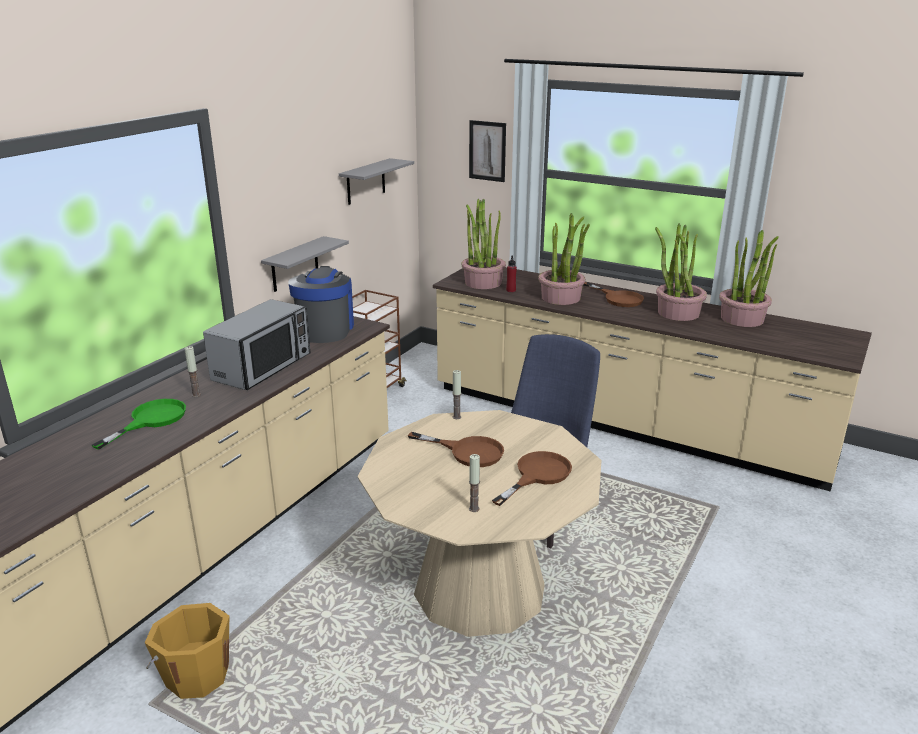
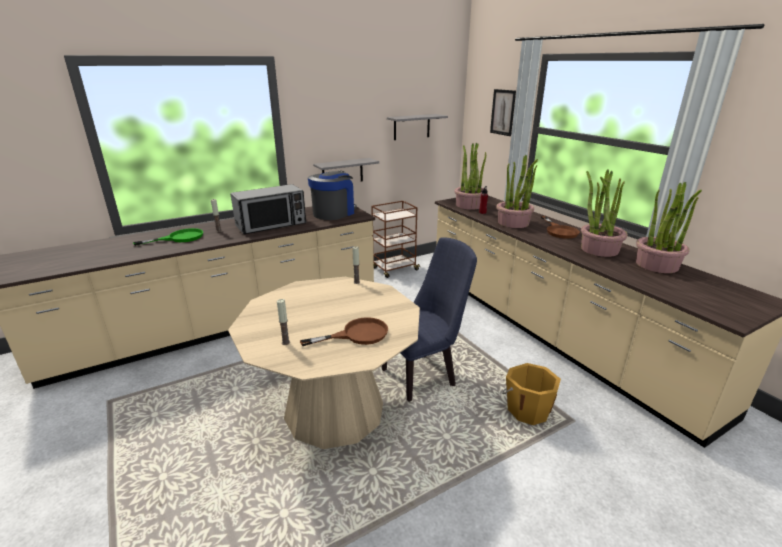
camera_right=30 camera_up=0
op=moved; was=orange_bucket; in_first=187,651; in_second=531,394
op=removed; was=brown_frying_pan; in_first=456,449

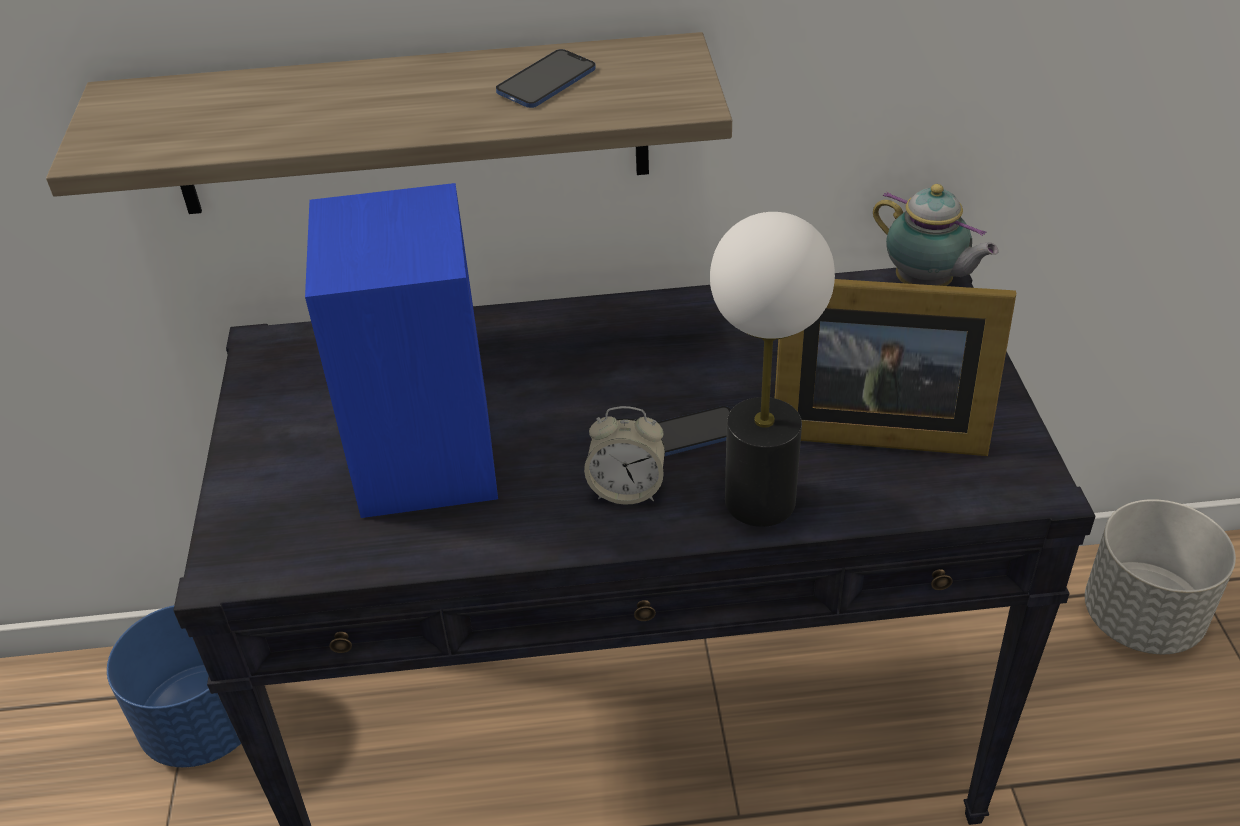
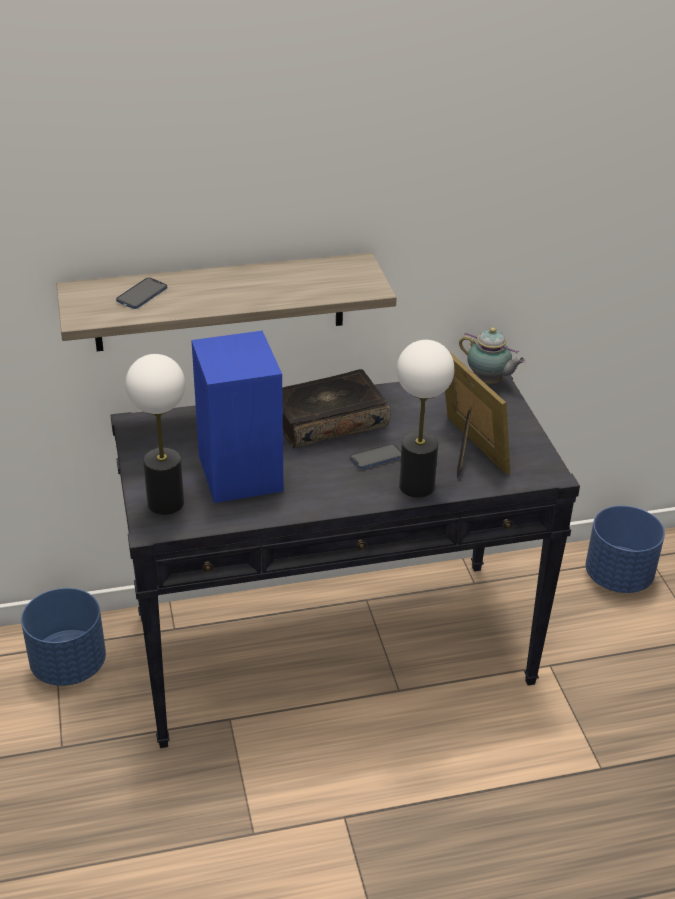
camera_right=-10 camera_up=-5
op=moved; was=phone; in_first=545,78; in_second=141,293
op=removed; was=alarm_clock; in_first=624,455
op=turned; was=picture_frame; in_first=895,367; in_second=477,414; clockwise=-120
op=recoloured; was=grey_planter; now=blue_planter; in_first=1160,576; in_second=625,549
op=added; now=table_lamp; in_second=155,434
op=added; now=book; in_second=336,408

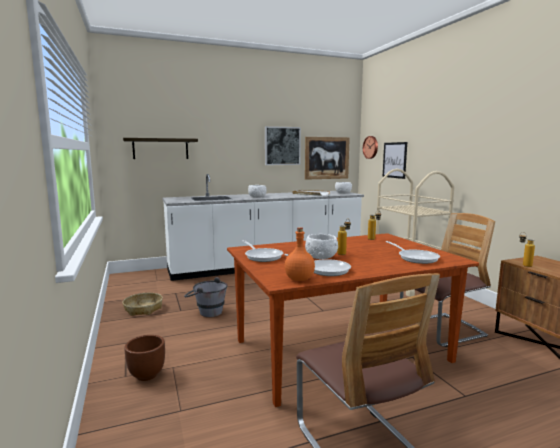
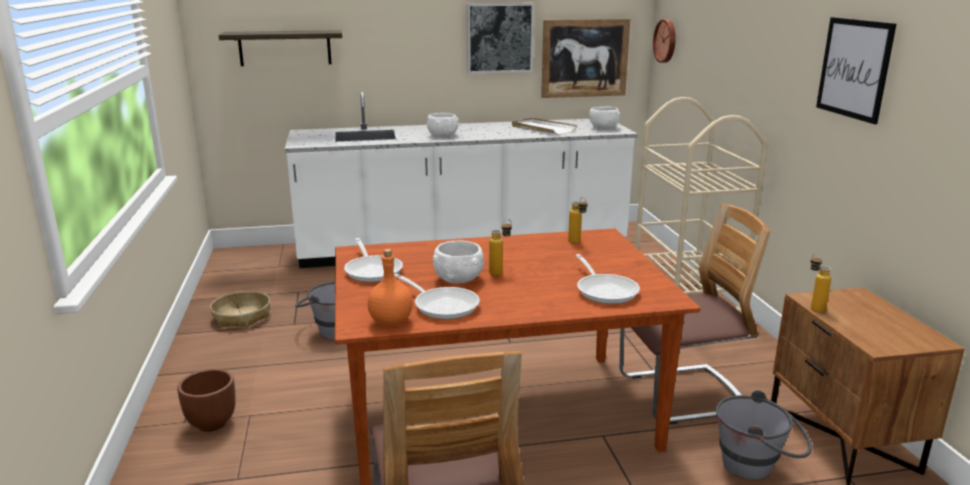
camera_right=10 camera_up=10
op=moved; was=picture; in_first=395,160; in_second=856,70
op=added; now=grey_bucket; in_second=764,435

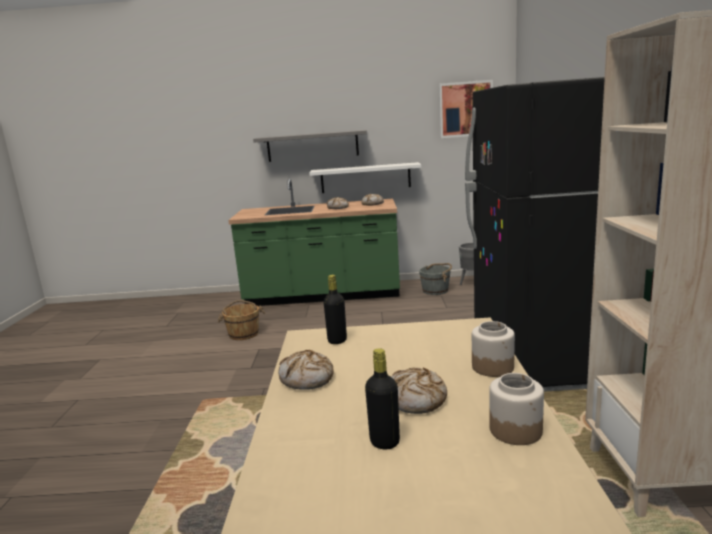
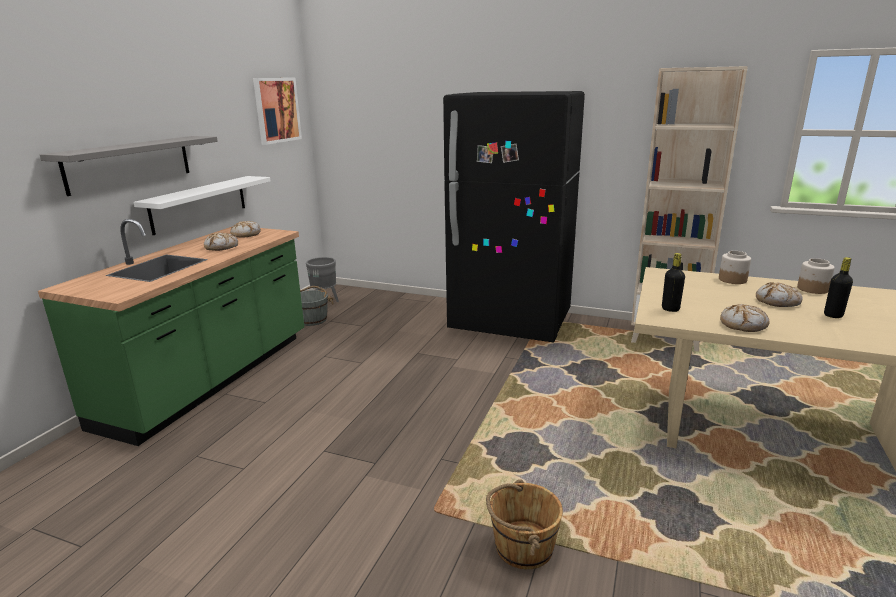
camera_right=-70 camera_up=5
op=moved; was=brown_bucket; in_first=241,320; in_second=524,524

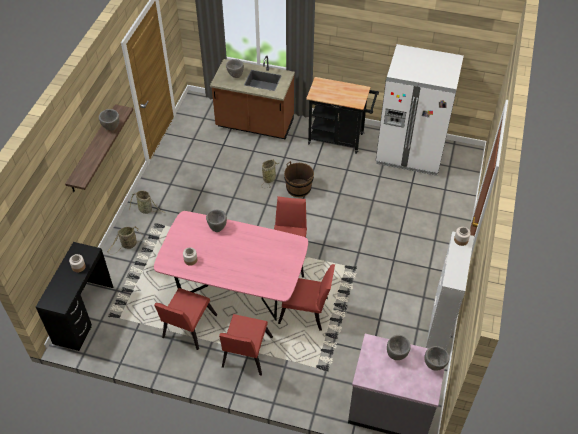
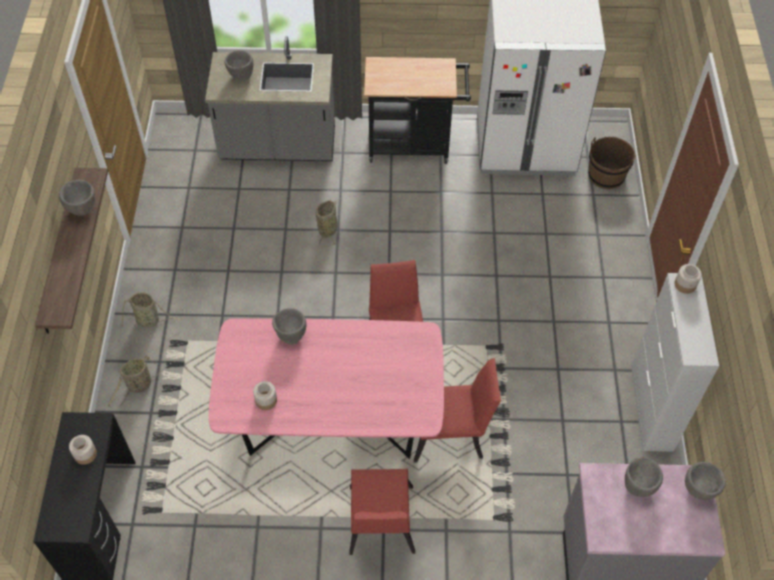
camera_right=-15 camera_up=5
op=removed; was=red_chair; in_first=185,319
op=recoloured; was=brown_counter; now=grey_counter; in_first=252,97; in_second=270,98
op=moved; was=brown_bucket; in_first=299,179; in_second=612,163

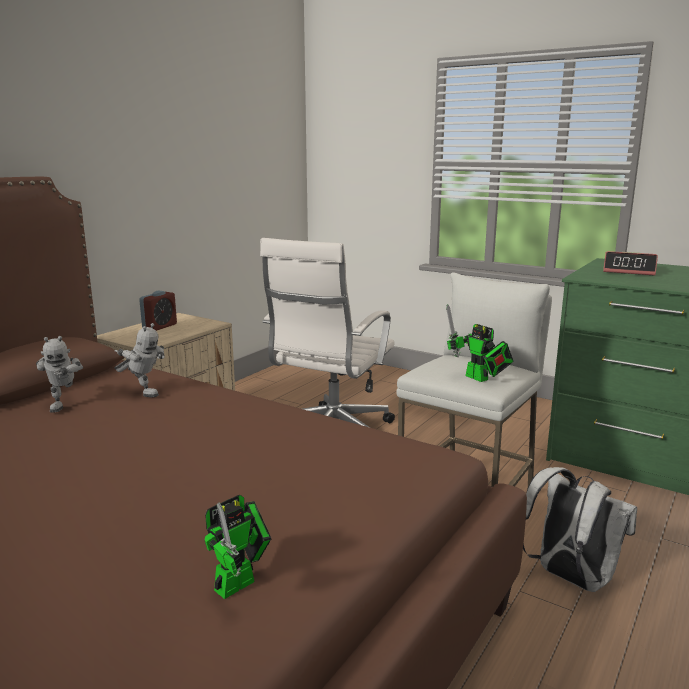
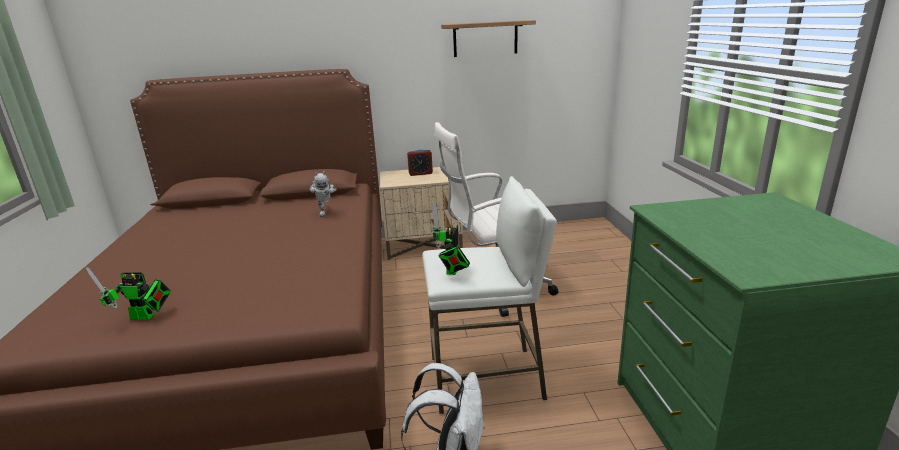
camera_right=50 camera_up=5
op=removed; was=toy_robot; in_first=59,374
op=removed; was=alarm_clock; in_first=630,263
op=added; now=shelf; in_second=488,38

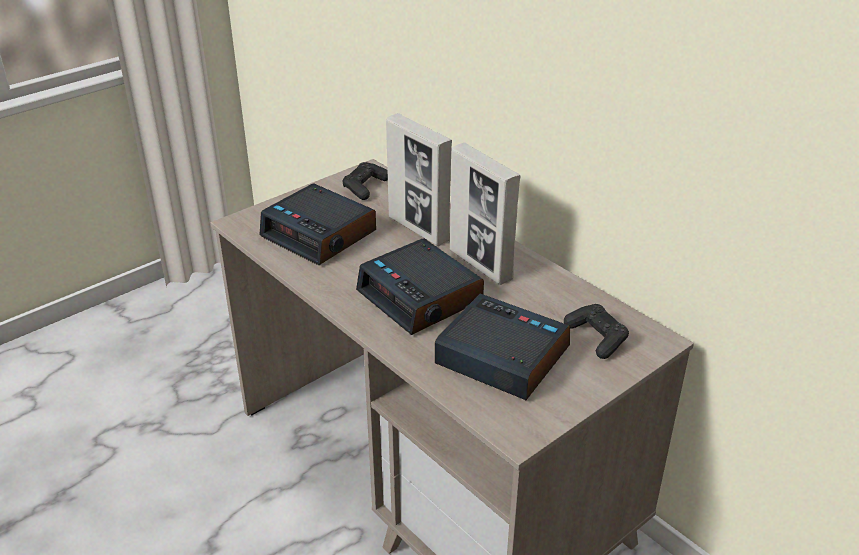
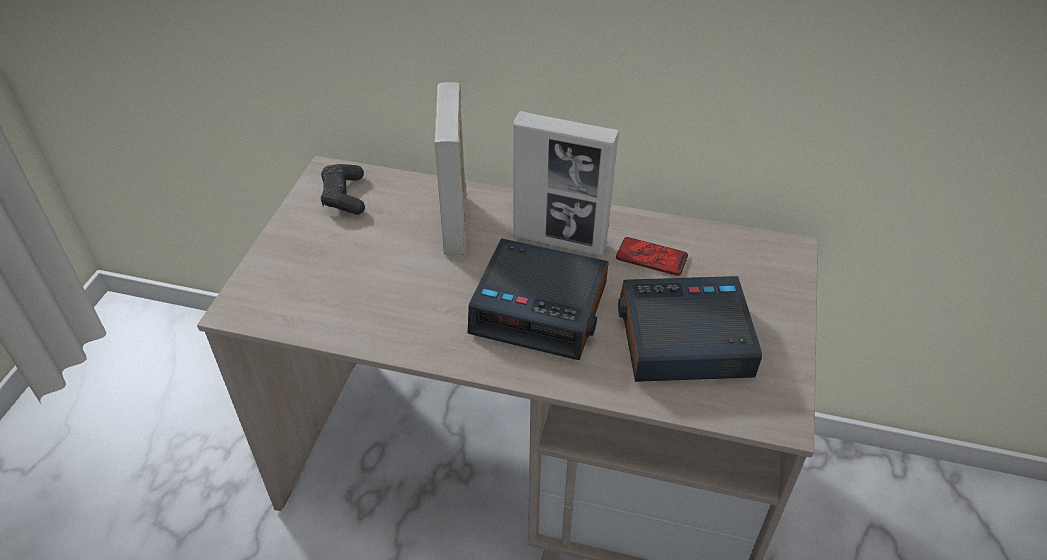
camera_right=-35 camera_up=10
op=removed; was=alarm_clock; in_first=318,224
op=turned; was=picture_frame; in_first=419,179; in_second=451,169; clockwise=75
op=removed; was=black_game_controller; in_first=596,331
op=added; now=phone; in_second=652,256

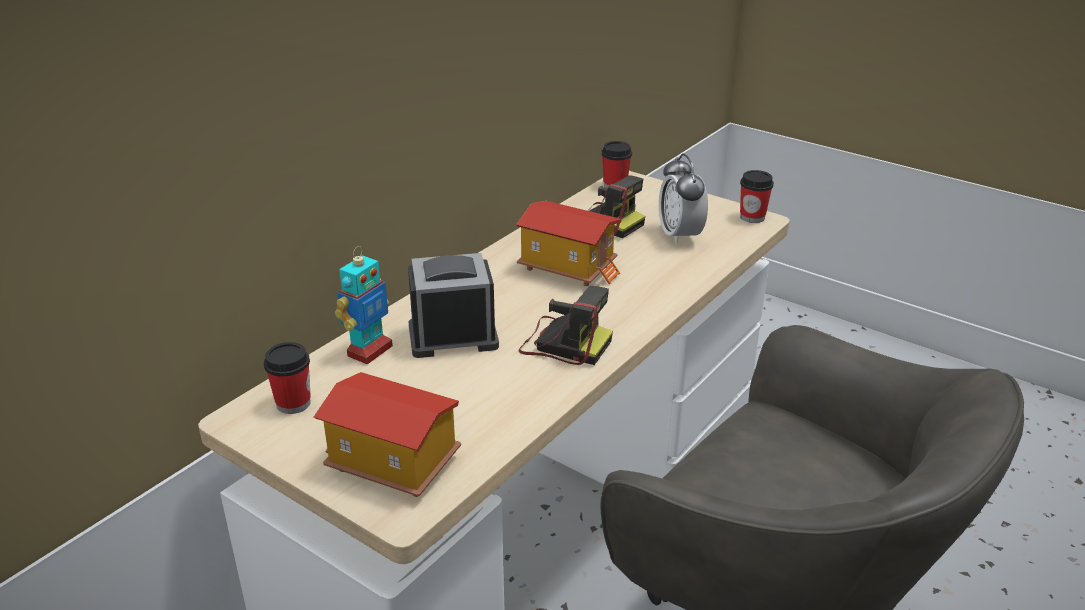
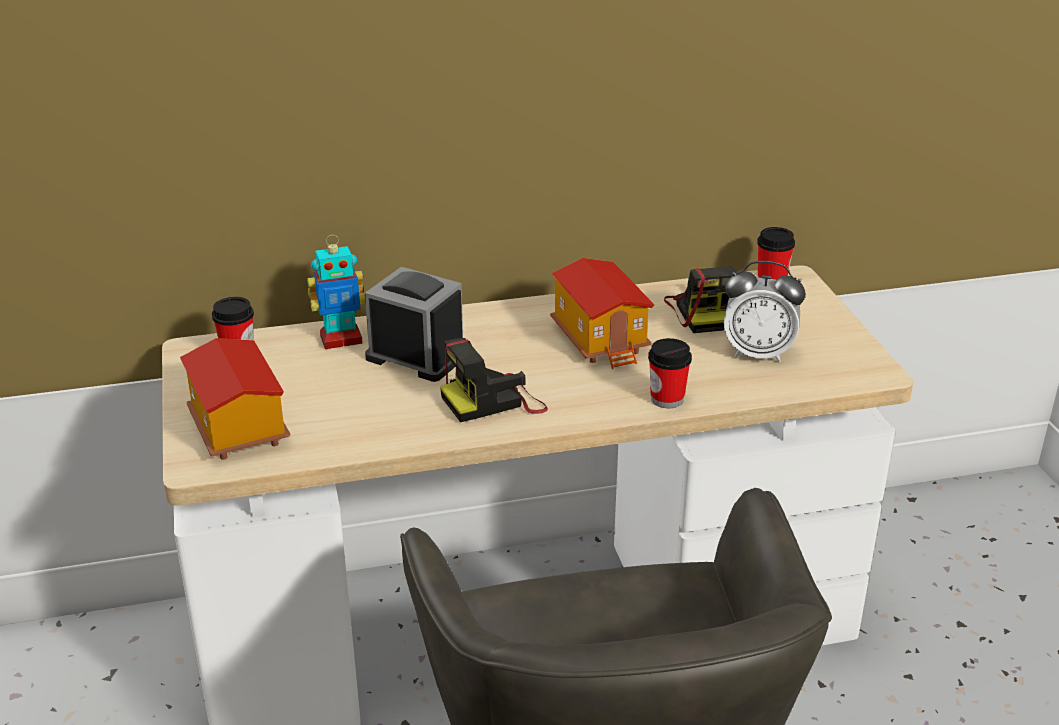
camera_right=40 camera_up=0
op=turned; was=photo_camera; in_first=566,325; in_second=494,380; clockwise=90
op=turned; was=alarm_clock; in_first=683,199; in_second=765,312; clockwise=-105
op=moved; was=cup; in_first=757,196; in_second=670,373

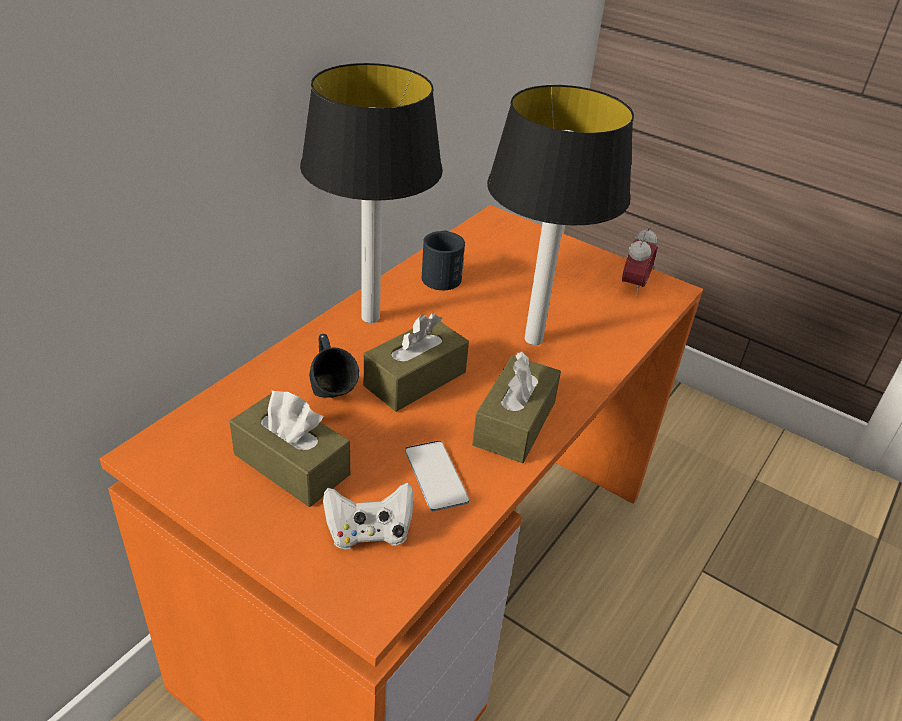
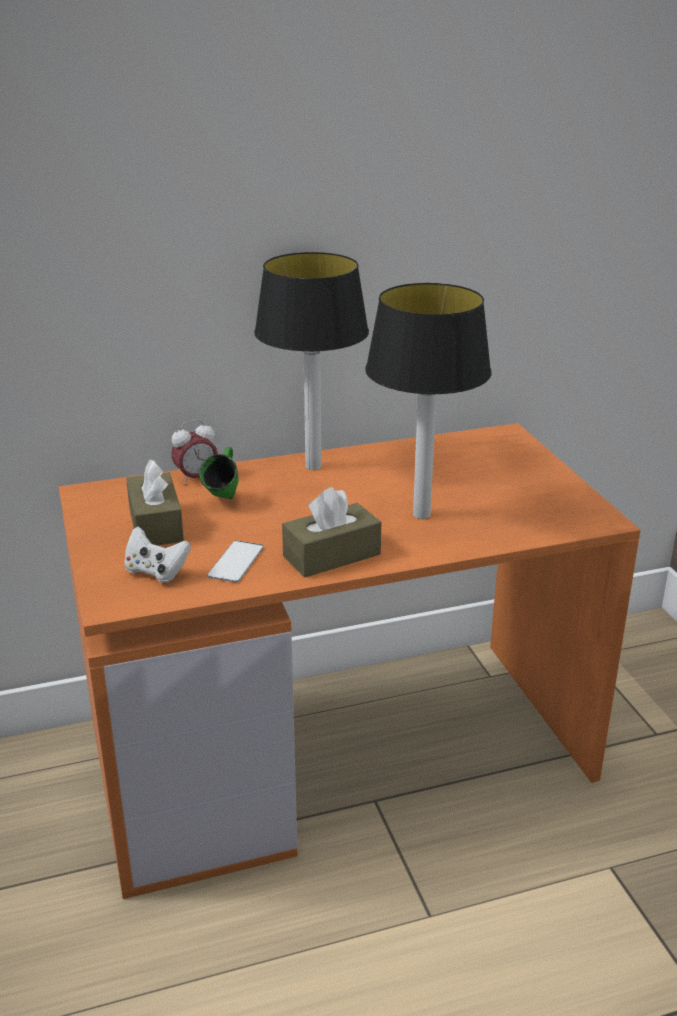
camera_right=40 camera_up=-10
op=recoloured; was=blue_mug; now=green_mug; in_first=334,366; in_second=219,473
op=removed; was=brown_tissue_box; in_first=416,362
op=removed; was=black_mug; in_first=443,260
op=moved; was=alarm_clock; in_first=639,261; in_second=194,452

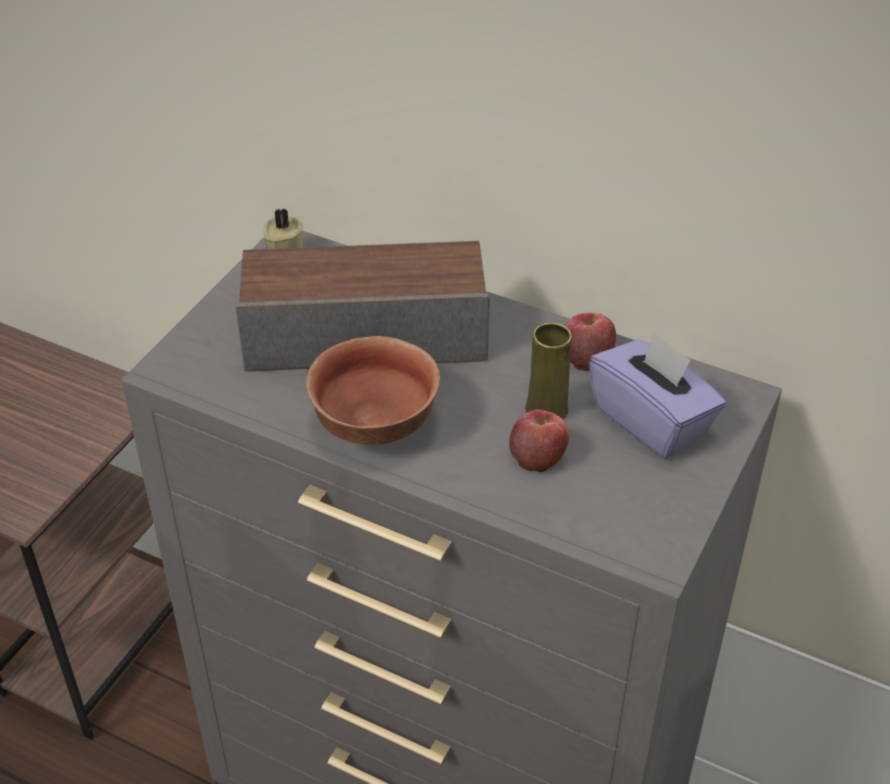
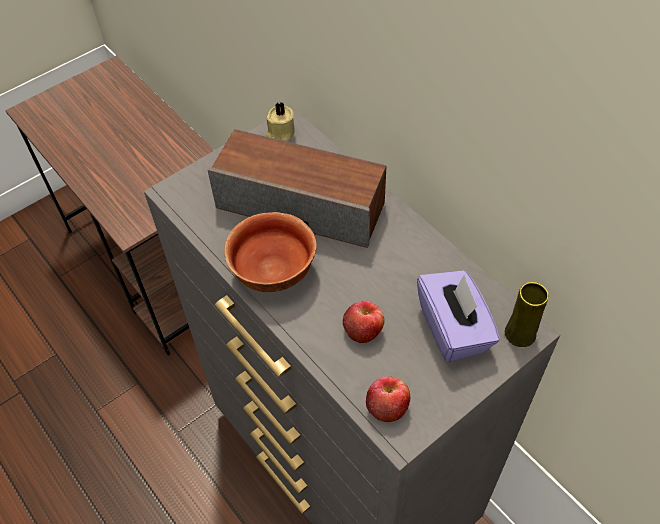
camera_right=25 camera_up=10
op=moved; was=yellow_vase; in_first=548,370; in_second=527,314
op=moved; was=apple; in_first=590,342; in_second=388,399

